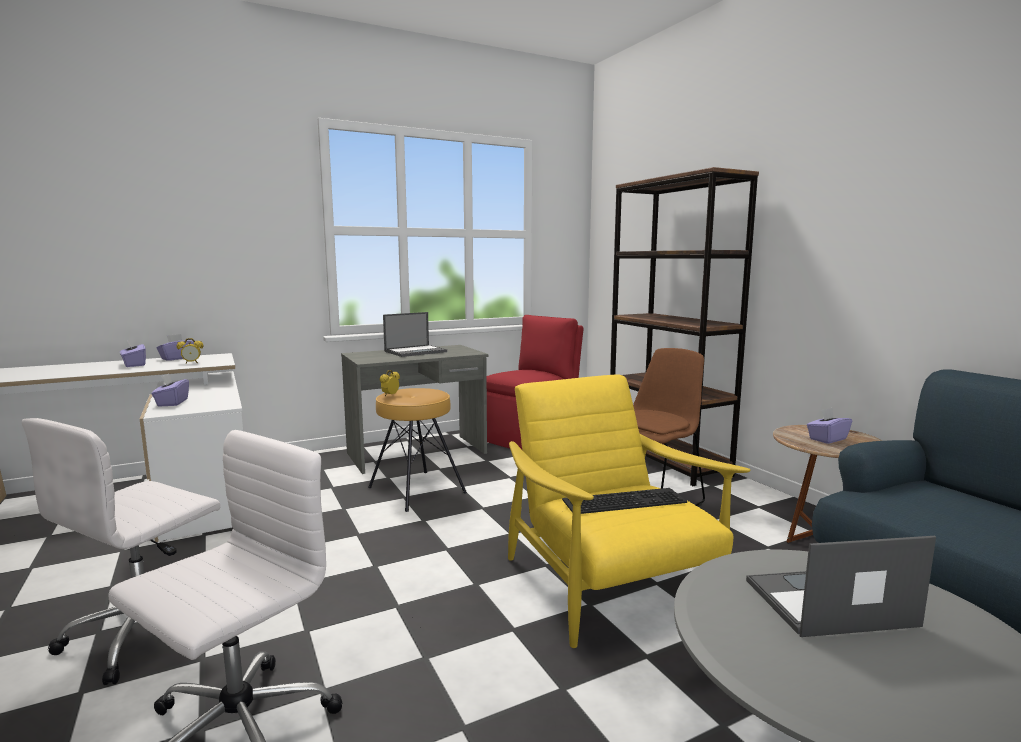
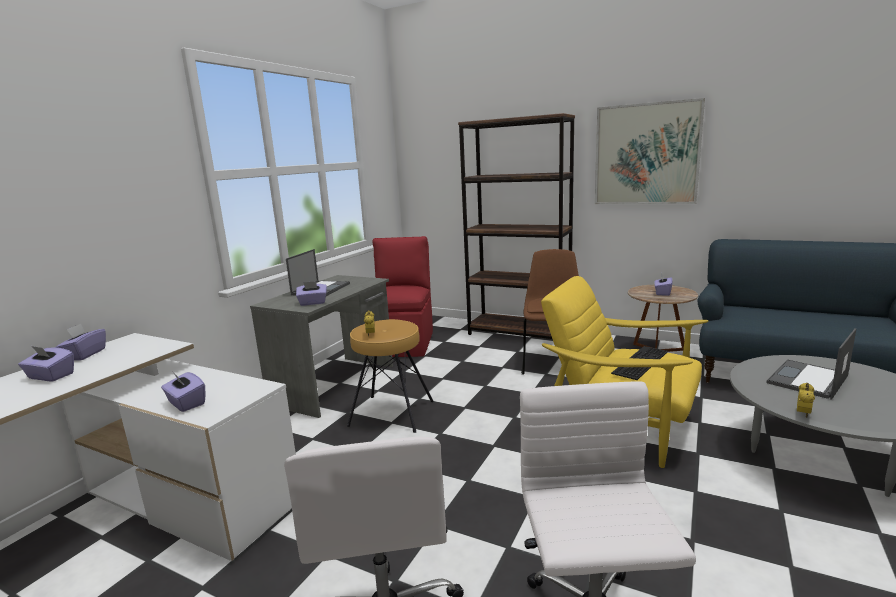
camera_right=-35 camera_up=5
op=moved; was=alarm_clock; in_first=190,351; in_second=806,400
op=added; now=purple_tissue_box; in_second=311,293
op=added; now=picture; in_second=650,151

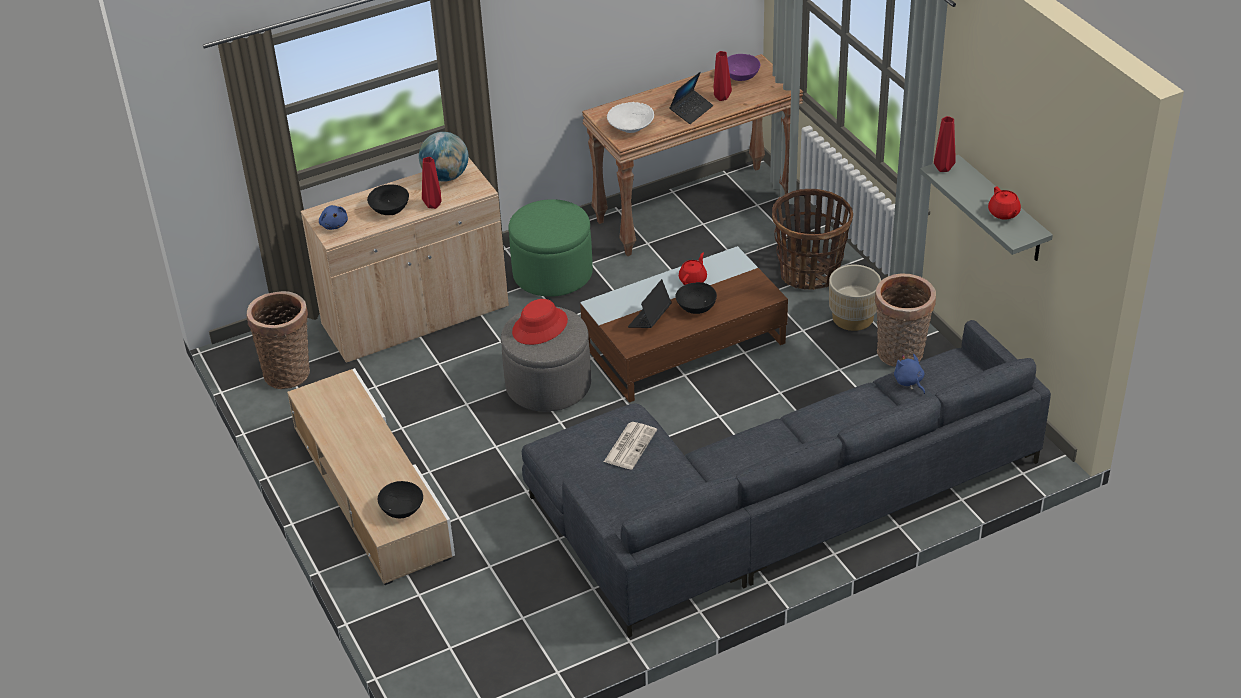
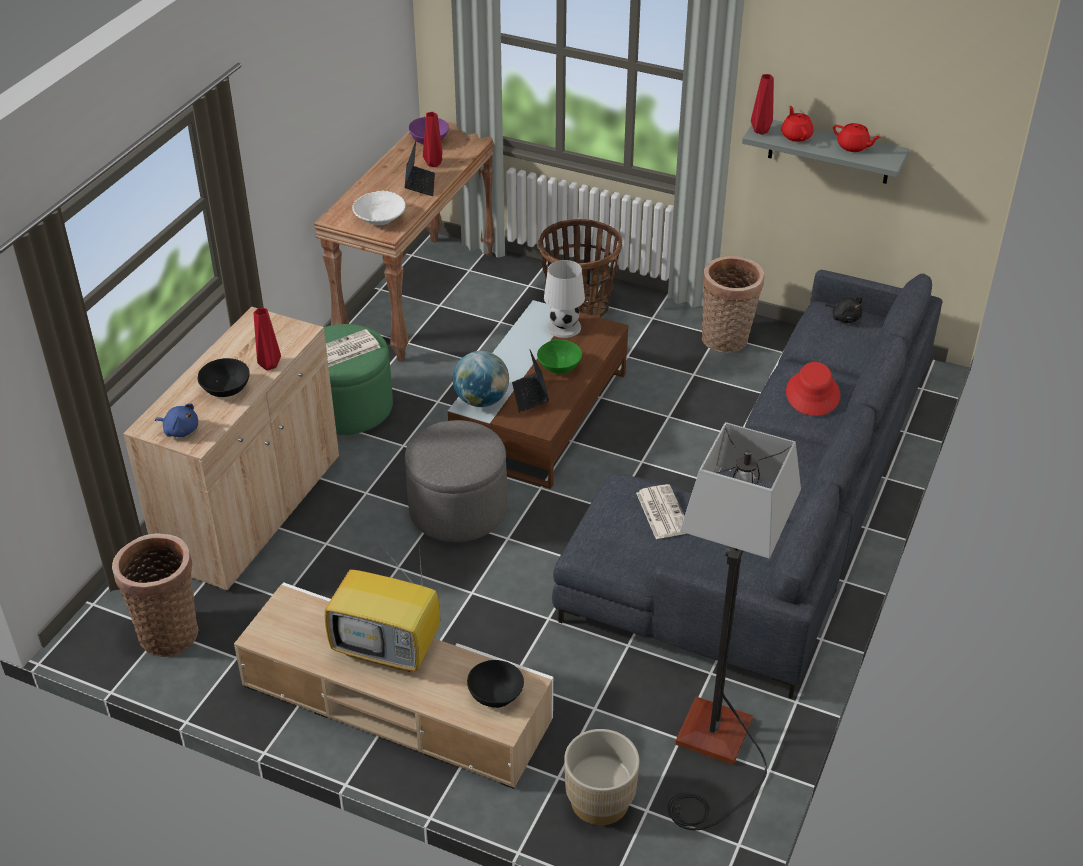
camera_right=-40 camera_up=0
op=moved; was=globe; in_first=444,157; in_second=481,379
op=moved; was=red_hat; in_first=540,322; in_second=813,389
op=recoloured; was=black_bowl; now=green_bowl; in_first=696,298; in_second=559,357
op=moved; was=red_teapot; in_first=693,269; in_second=797,124
op=moved; was=beige_planter; in_first=855,298; in_second=601,777
op=removed; was=blue_plush_toy; in_first=909,374
op=added; now=television; in_second=382,607
op=added; now=newspaper; in_second=353,348
op=added; now=white_table_lamp; in_second=564,299
op=added; now=floor_lamp; in_second=734,626
op=added; now=black_plush_toy; in_second=843,310

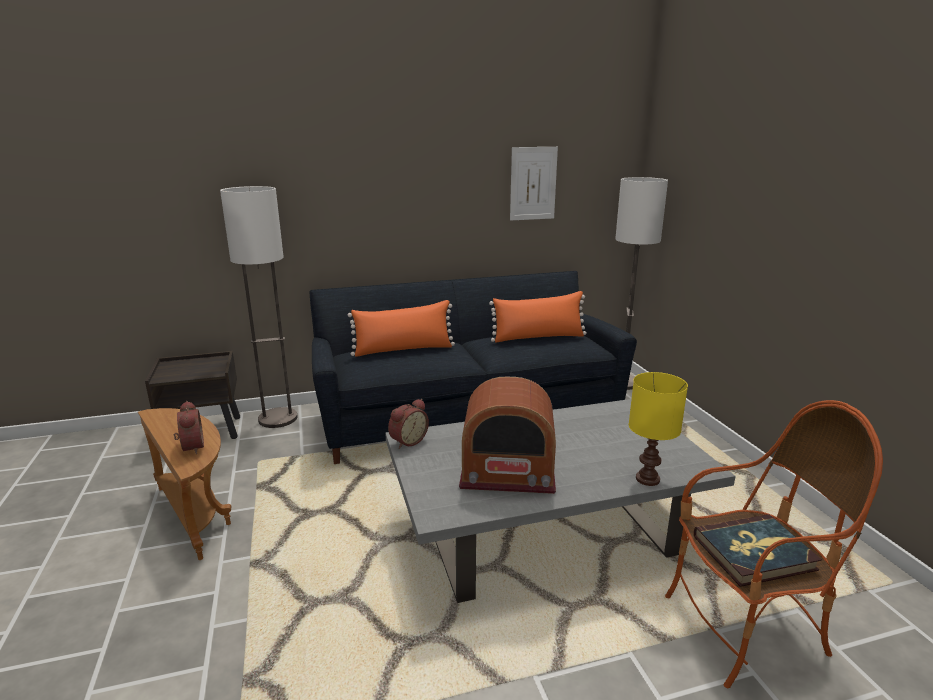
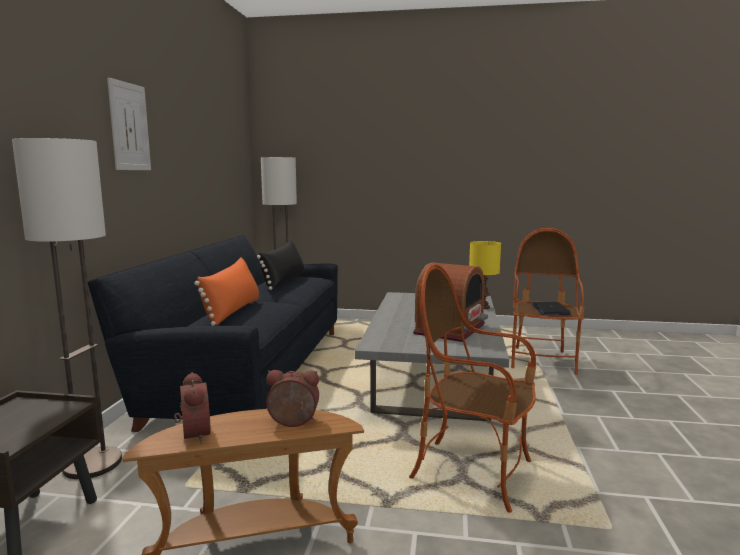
camera_right=-65 camera_up=-10
op=moved; was=alarm_clock; in_first=408,424; in_second=192,407
op=recoloured; was=orange_pillow; now=black_pillow; in_first=538,316; in_second=280,265
op=moved; was=picture; in_first=534,183; in_second=129,123
op=replaced; was=book; now=laptop; in_first=758,550; in_second=551,308
op=added; now=armchair; in_second=472,388

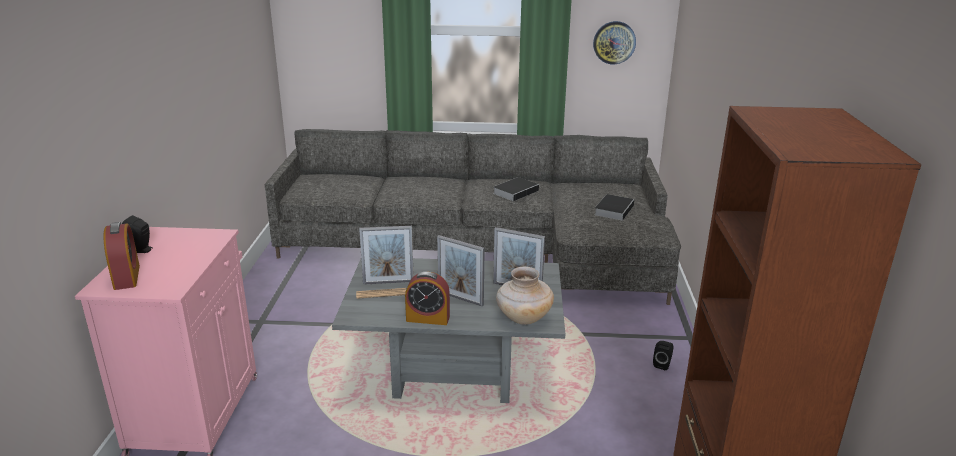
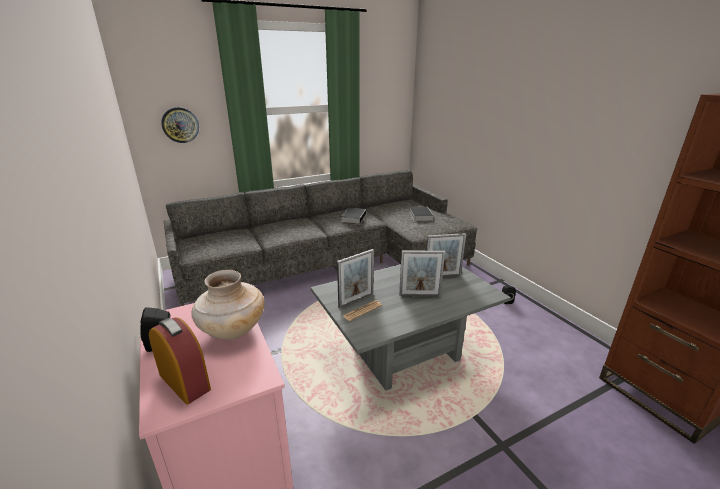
camera_right=-30 camera_up=0
op=removed; was=alarm_clock; in_first=427,298
op=moved; was=beige_vase; in_first=525,295; in_second=228,305
op=moved; was=wall_clock; in_first=614,42; in_second=180,125

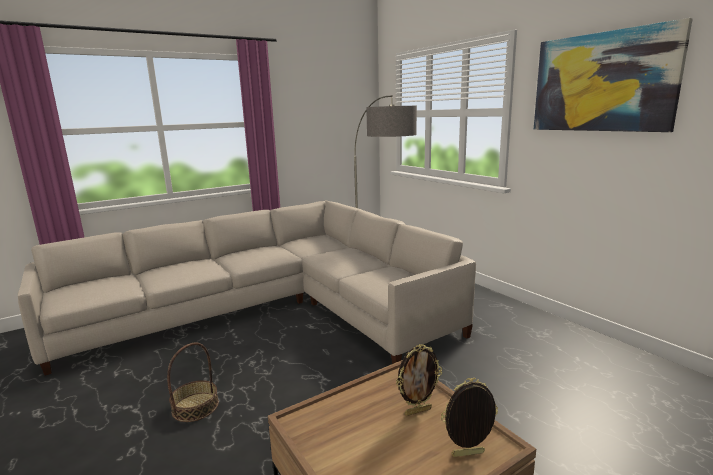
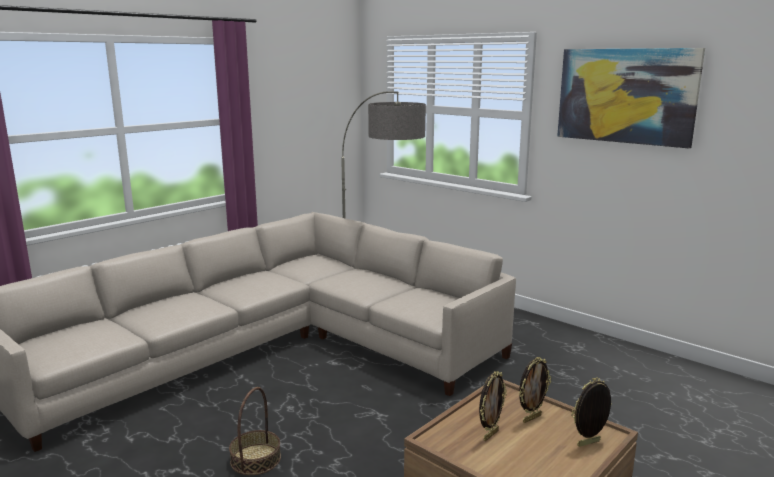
camera_right=-15 camera_up=0
op=added; now=picture_frame; in_second=493,406

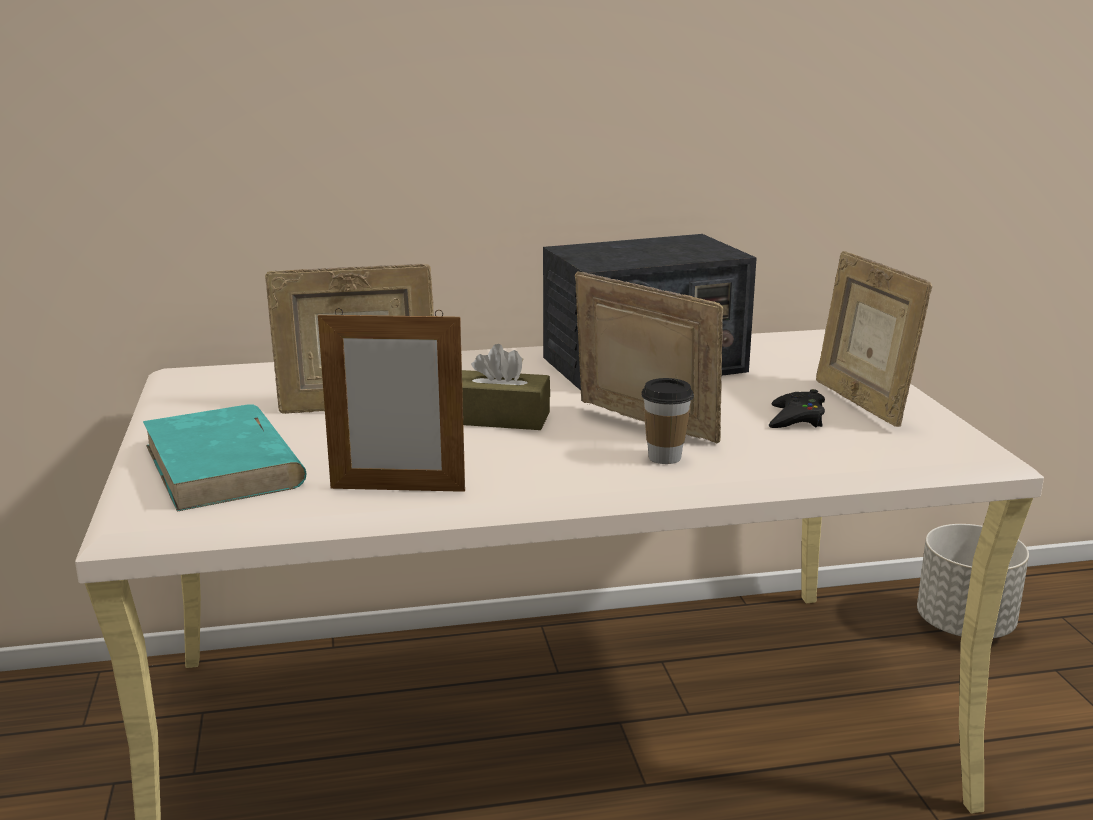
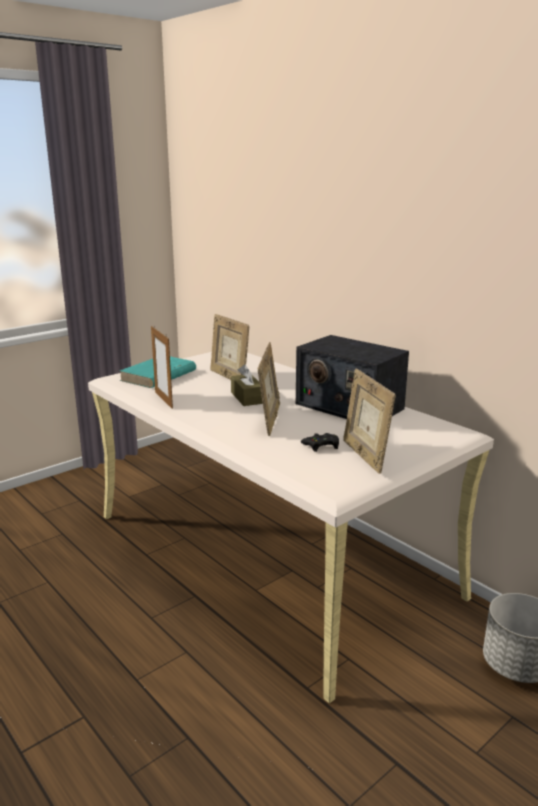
camera_right=60 camera_up=0
op=removed; was=cup; in_first=667,421
op=turned; was=picture_frame; in_first=874,339; in_second=369,421; clockwise=-60

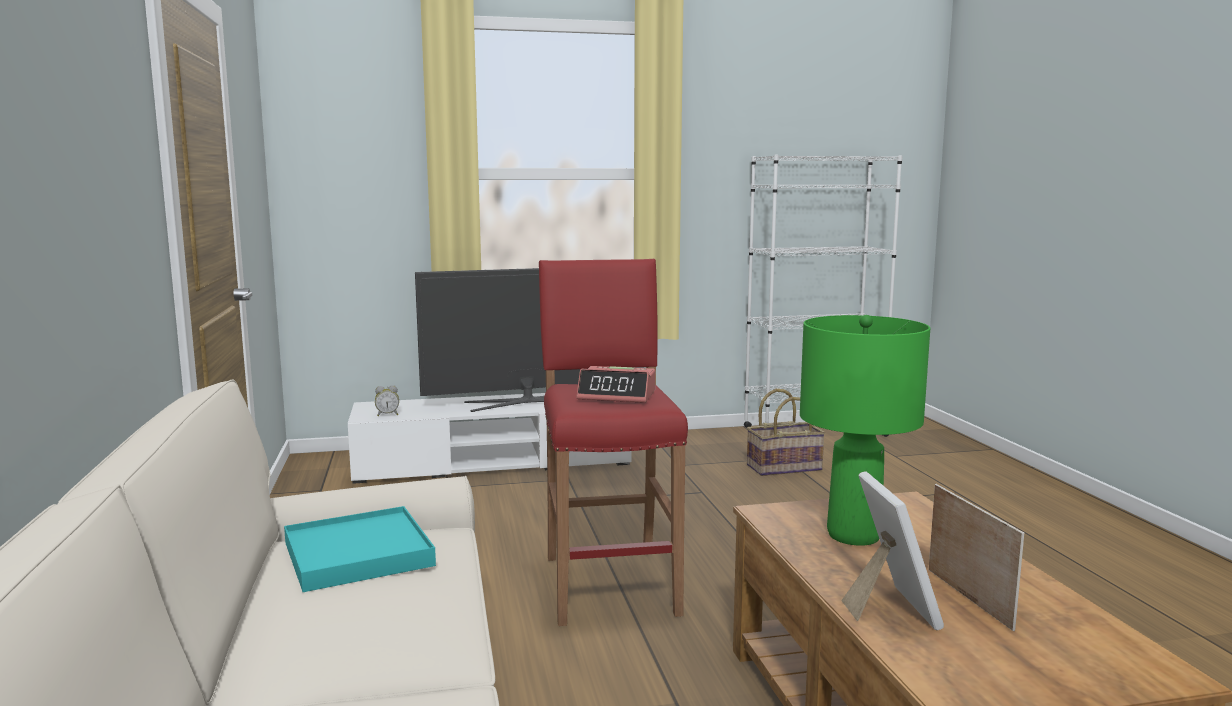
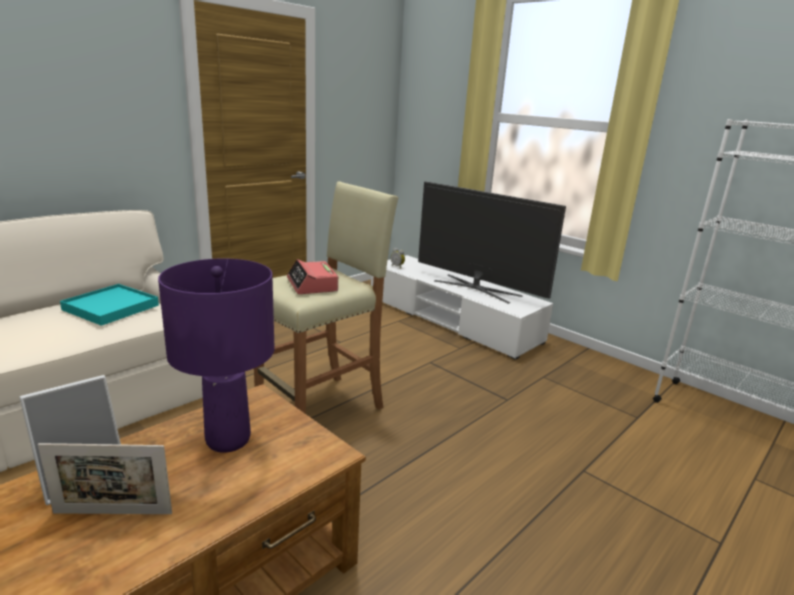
camera_right=55 camera_up=10
op=recoloured; was=red_stool; now=beige_stool; in_first=613,442; in_second=326,297
op=removed; was=basket; in_first=786,432
op=recoloured; was=green_table_lamp; now=purple_table_lamp; in_first=865,430; in_second=216,356
op=turned; was=picture_frame; in_first=976,557; in_second=105,478; clockwise=45

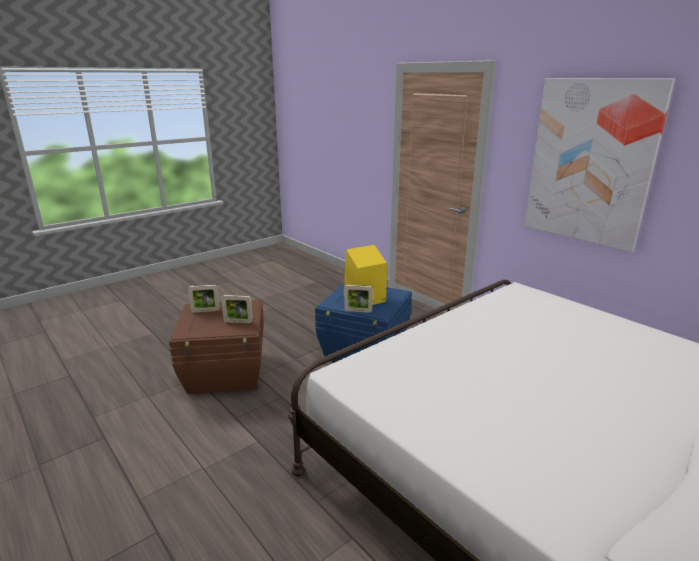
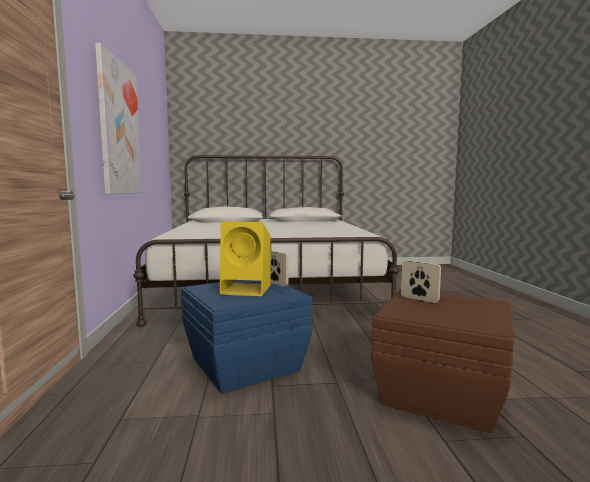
camera_right=-145 camera_up=-15
op=removed; was=picture_frame; in_first=204,299

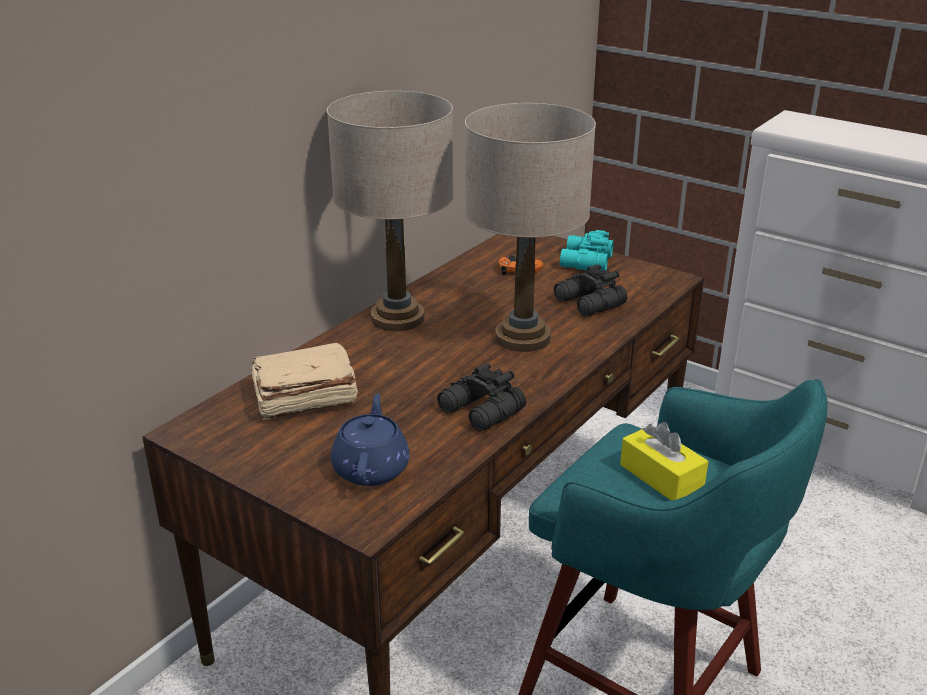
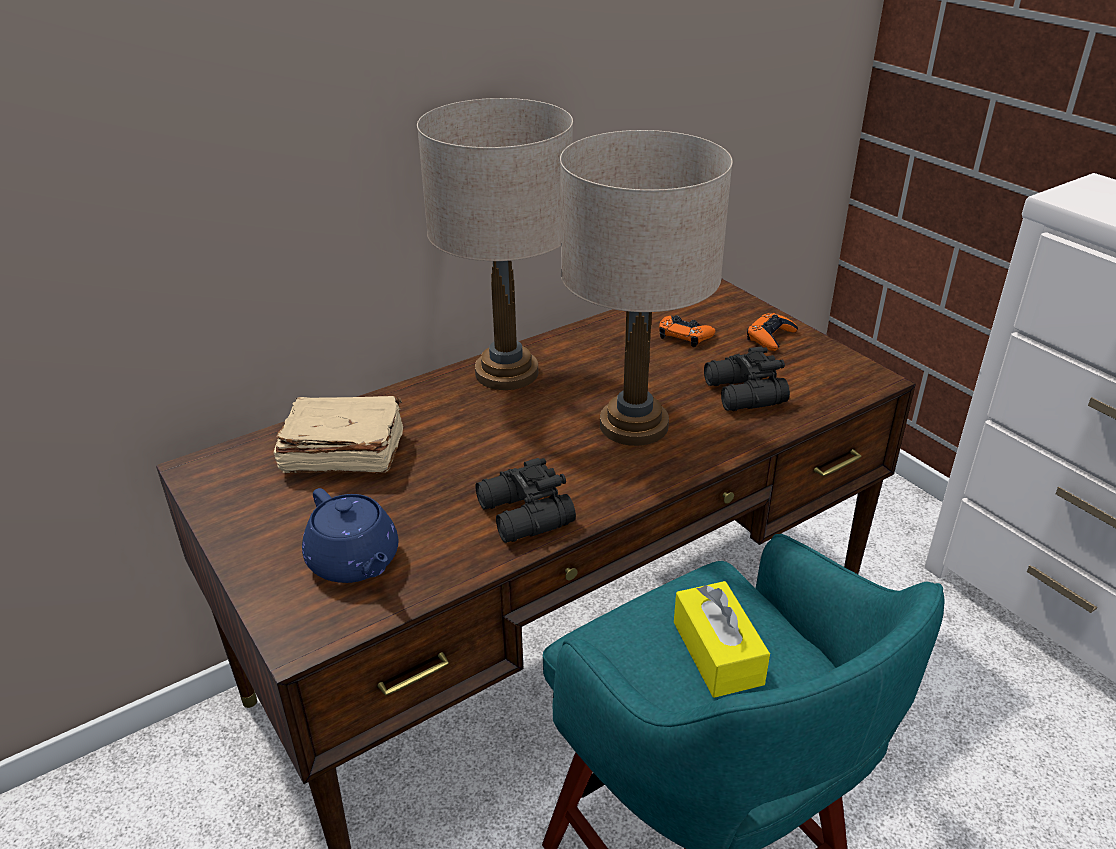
camera_right=20 camera_up=5
op=turned; was=blue_teapot; in_first=370,439; in_second=350,535; clockwise=120
op=replaced; was=turquoise_binoculars; now=orange_game_controller; in_first=587,250; in_second=772,332

